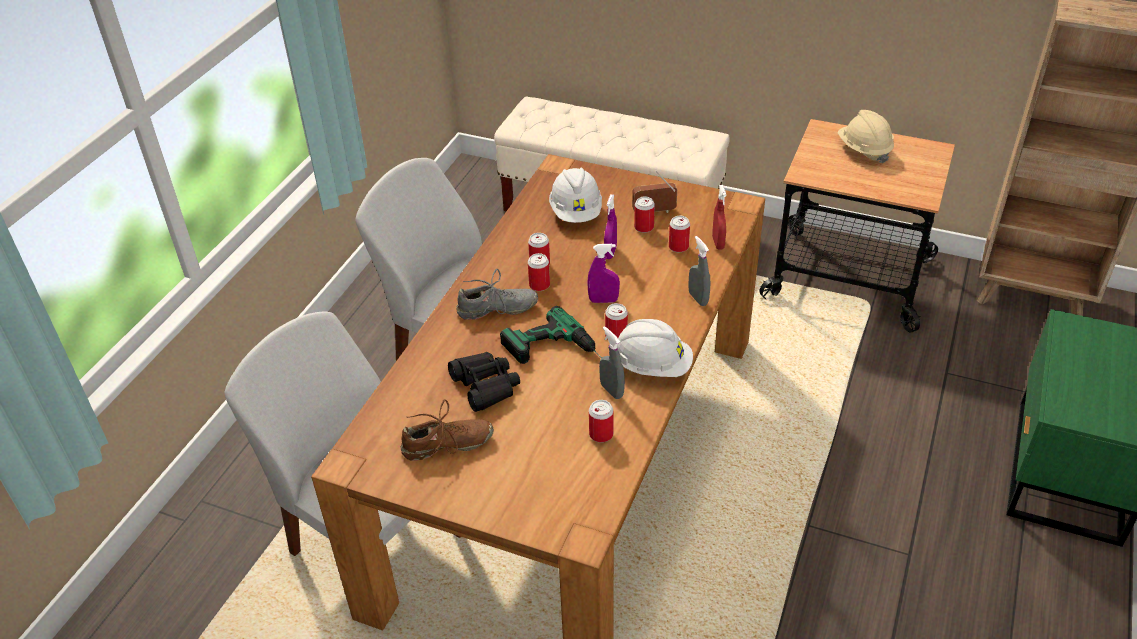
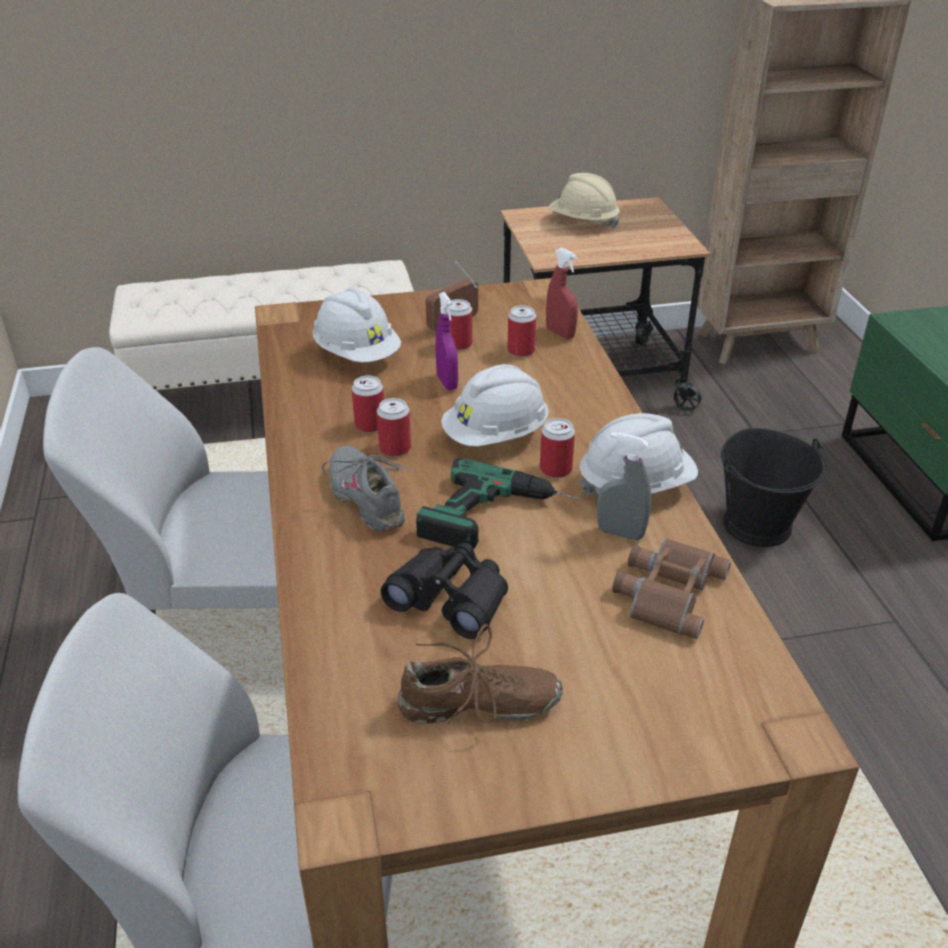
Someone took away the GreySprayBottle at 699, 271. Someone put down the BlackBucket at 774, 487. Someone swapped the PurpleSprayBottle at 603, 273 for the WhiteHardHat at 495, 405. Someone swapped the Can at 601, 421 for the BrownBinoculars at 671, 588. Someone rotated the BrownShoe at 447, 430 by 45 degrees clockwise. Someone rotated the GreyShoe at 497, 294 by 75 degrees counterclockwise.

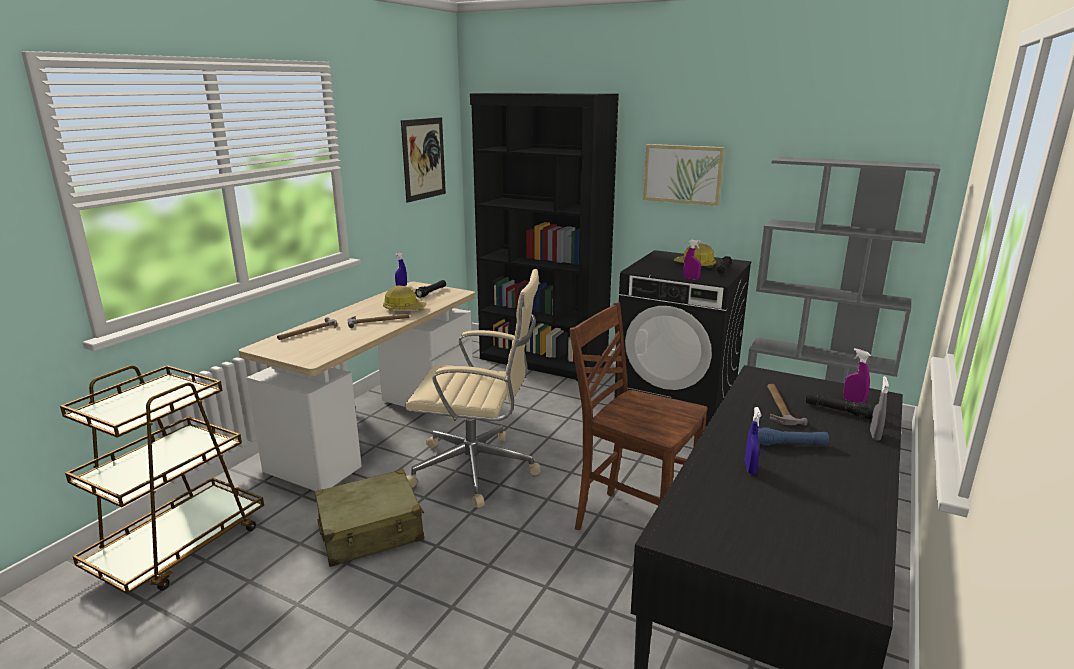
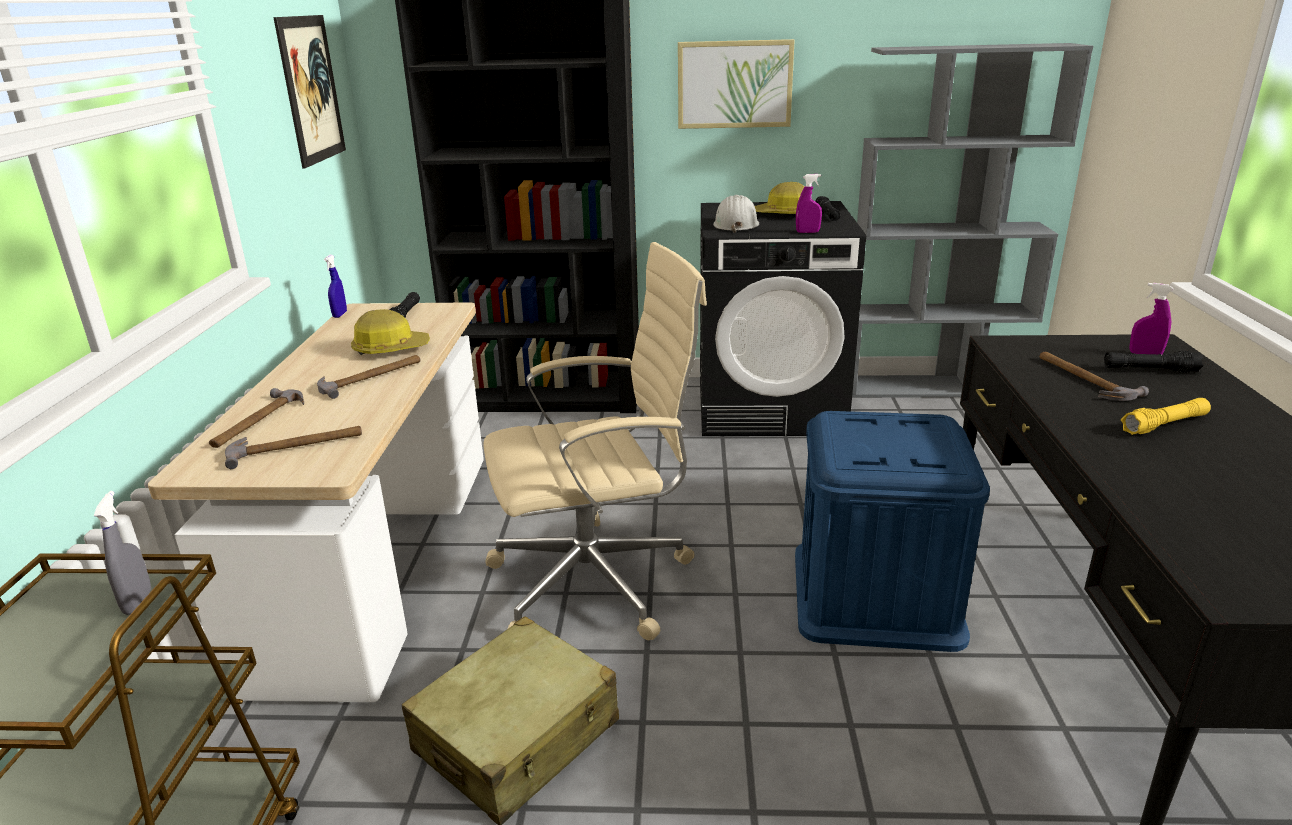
Someone took away the BlueSprayBottle at 753, 440. Someone put down the Hammer at 293, 447. Someone put down the WhiteHardHat at 736, 214. Someone carried the GreySprayBottle from 879, 408 to 122, 553. Someone swapped the BrownChair at 638, 416 for the BlueStorageBox at 892, 531. Someone repainted the BlueFlashlight at 793, 436, which became the YellowFlashlight at 1166, 416.

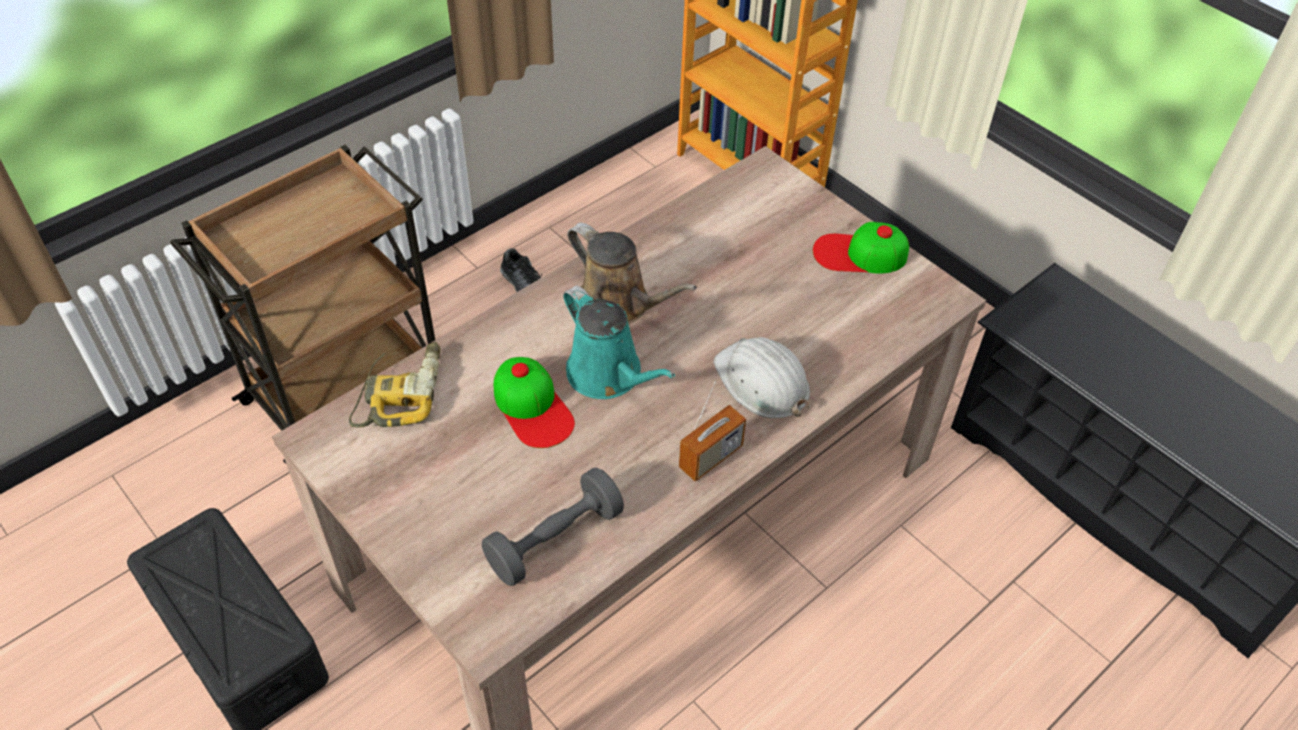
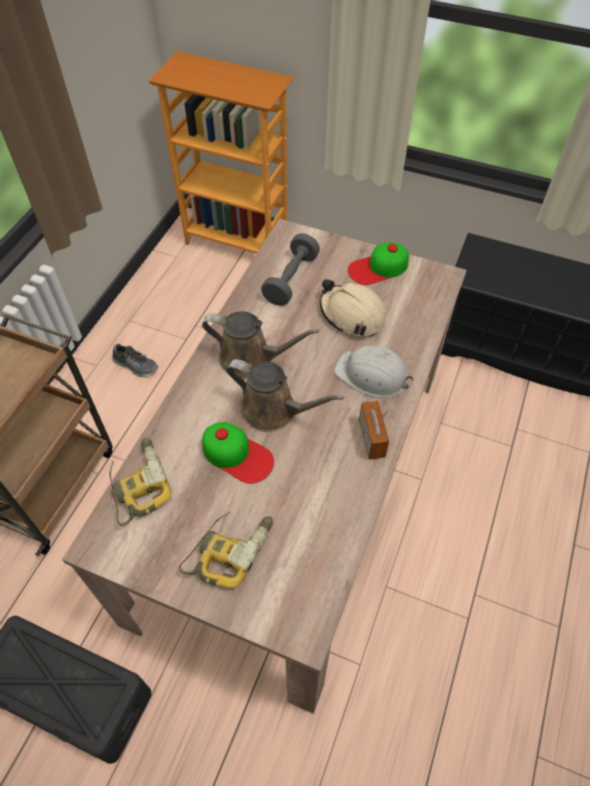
Someone put down the PowerDrill at 226, 549. Someone put down the BeigeHardHat at 353, 307. Someone carried the GreyDumbbell from 553, 526 to 290, 269. Someone repainted the TurquoiseWateringCan at 619, 342, which became the BrownWateringCan at 285, 395. Someone rotated the Radio at 712, 431 by 150 degrees clockwise.

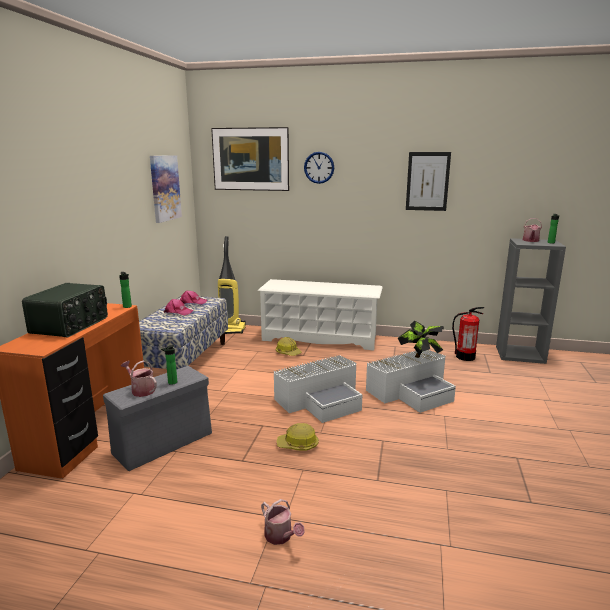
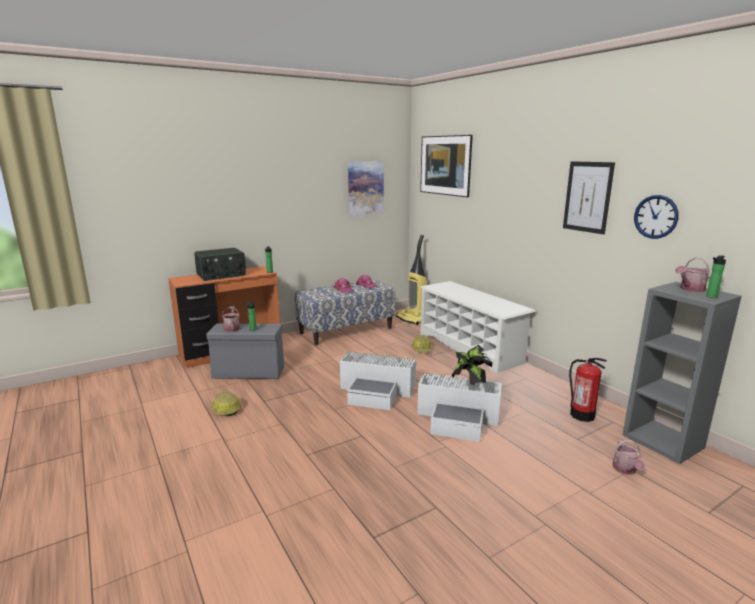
Someone carried the WateringCan from 283, 522 to 629, 457. Someone carried the HardHat from 298, 436 to 225, 404. Someone carried the WallClock from 319, 168 to 656, 217.

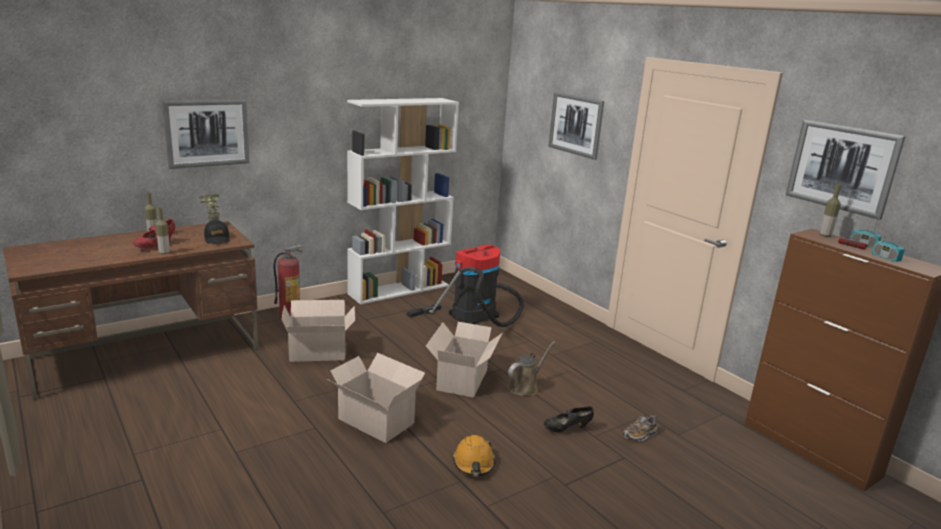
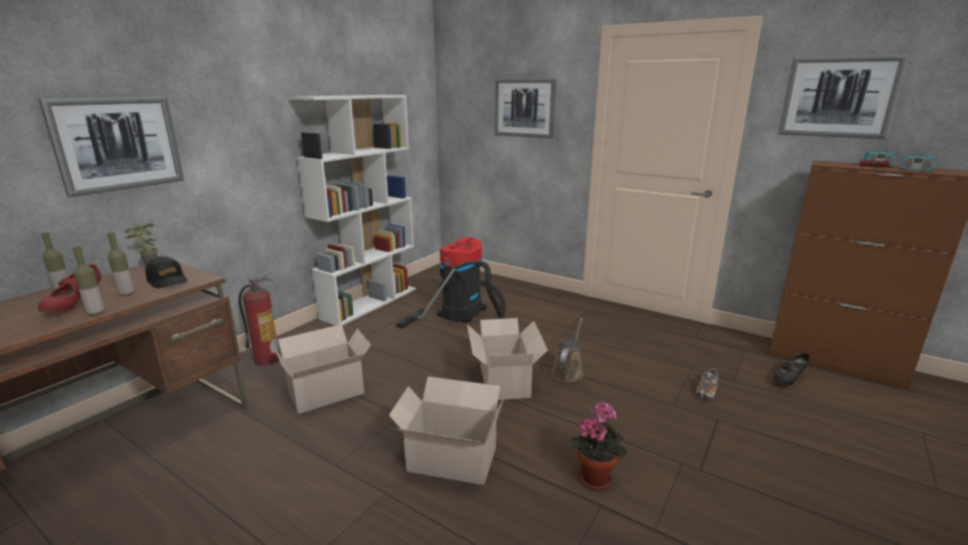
Someone carried the BlackShoe from 569, 419 to 792, 369. Someone carried the Bottle from 830, 210 to 120, 264. Someone swapped the OrangeHardHat at 474, 455 for the PottedPlant at 598, 446.

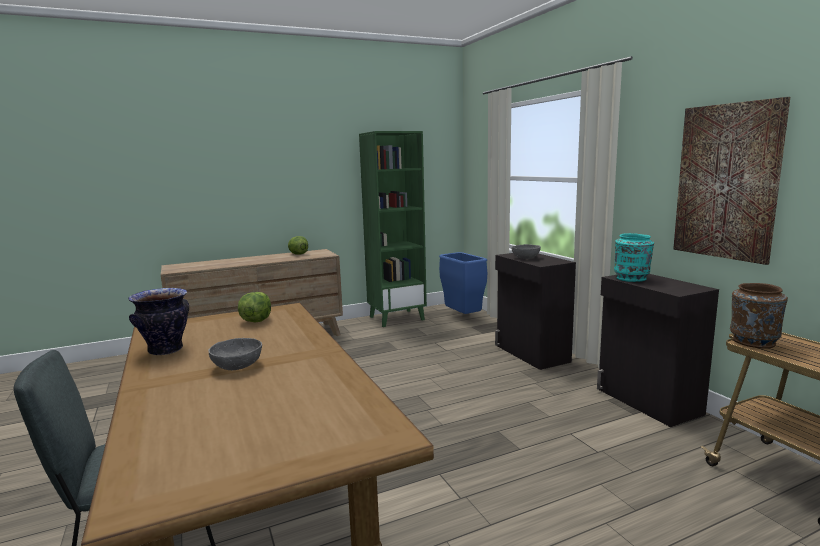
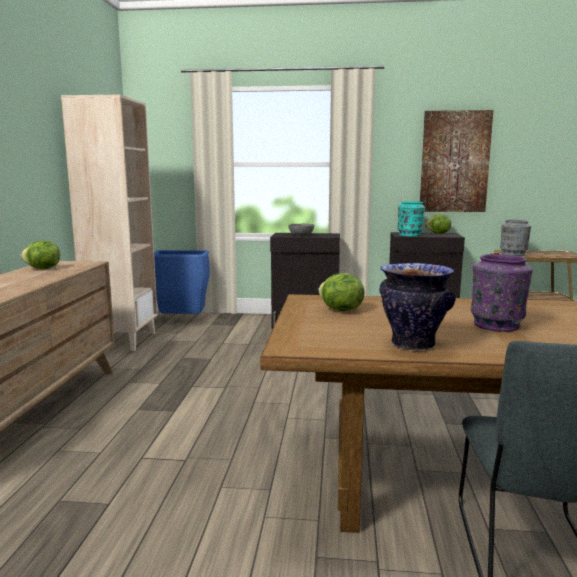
Someone put down the Lettuce at 438, 224. Someone swapped the GreyBowl at 235, 354 for the PurpleVase at 502, 293. Someone repainted the GreenBookcase at 393, 229, which became the BeigeBookcase at 109, 222. Someone repainted the BrownVase at 759, 316, which became the GreyVase at 515, 237.

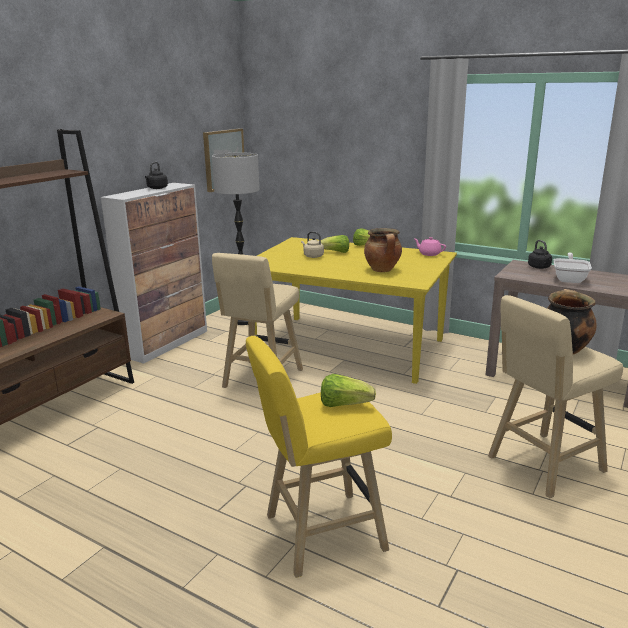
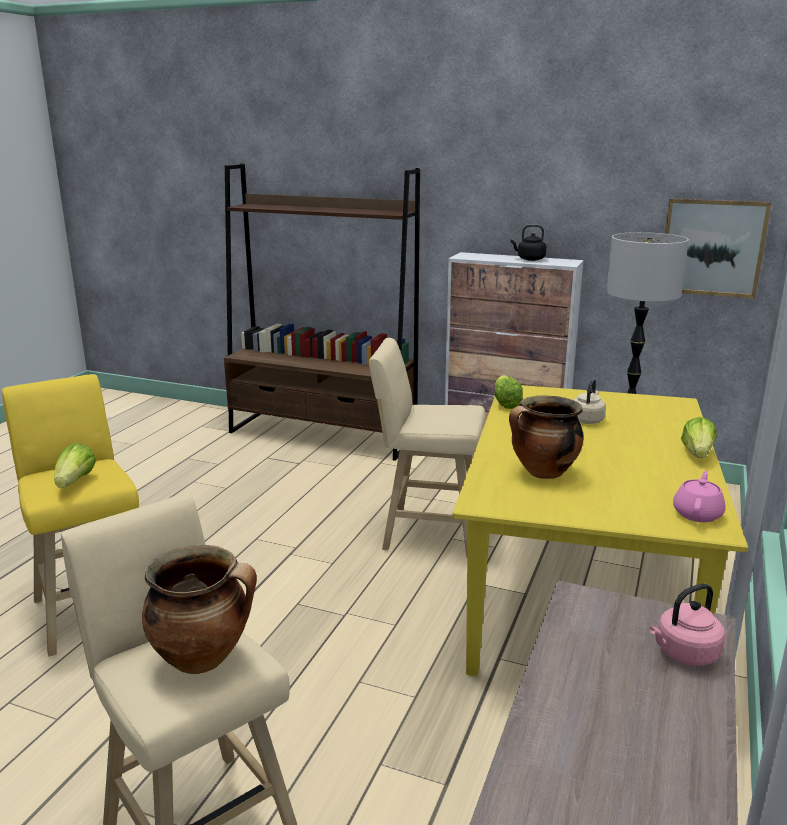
Someone took away the FryingPan at 573, 268. Someone carried the Lettuce from 335, 244 to 509, 392. Someone repainted the BlackKettle at 540, 254, which became the PinkKettle at 687, 624.

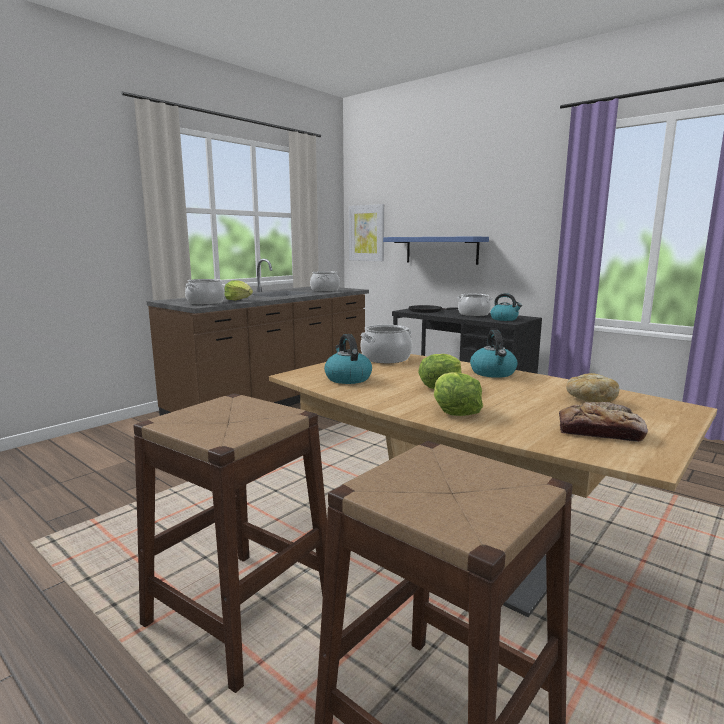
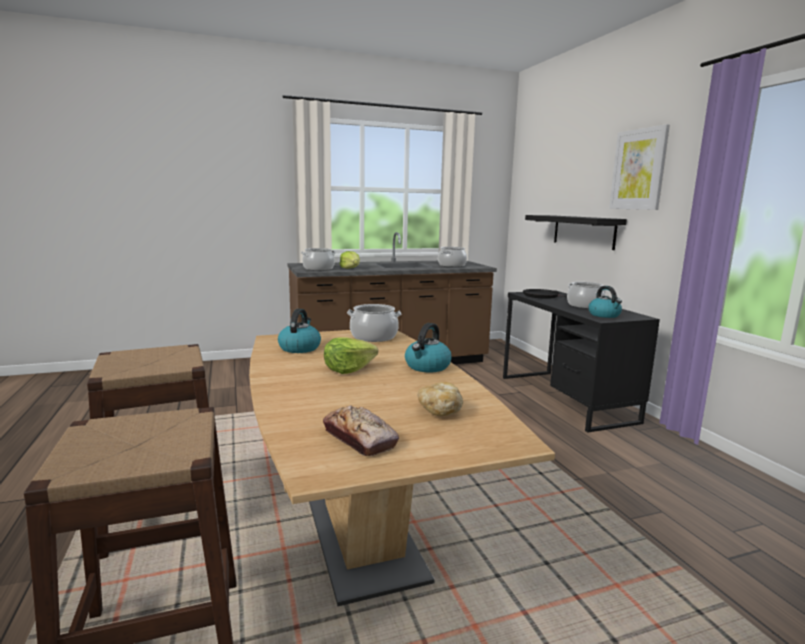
Someone took away the Lettuce at 458, 394. Someone carried the Picture from 366, 232 to 639, 167. Someone repainted the BlueShelf at 436, 250, which became the BlackShelf at 576, 232.

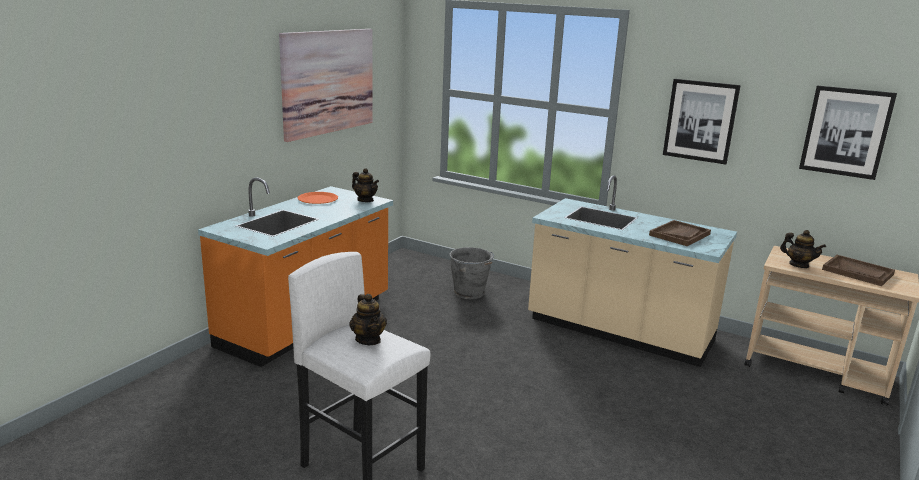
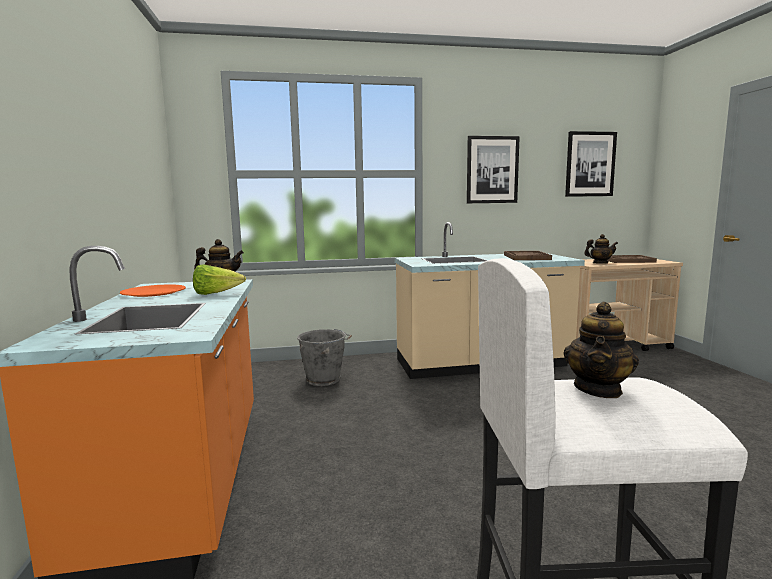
Someone took away the Picture at 326, 85. Someone put down the Lettuce at 219, 279. Someone rotated the Teapot at 368, 319 by 90 degrees clockwise.

